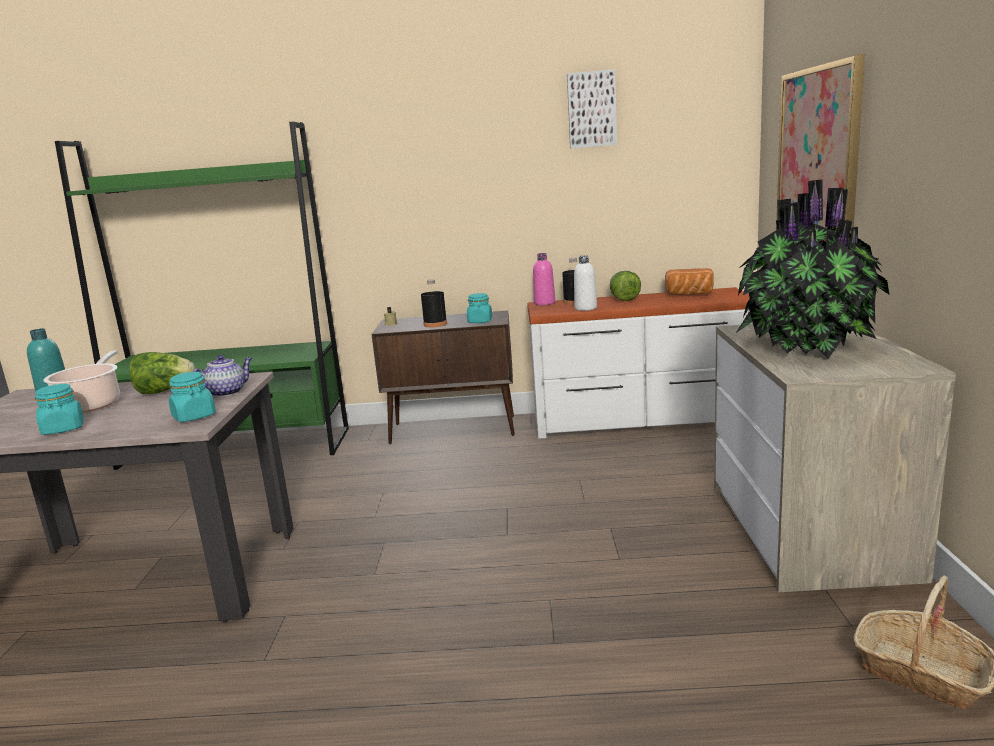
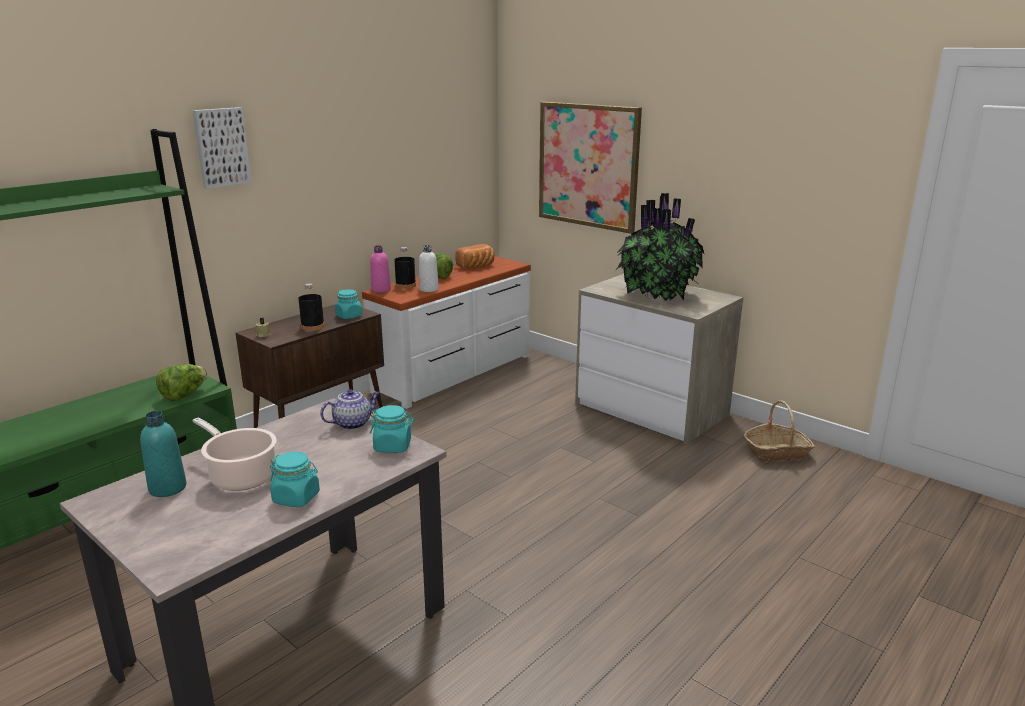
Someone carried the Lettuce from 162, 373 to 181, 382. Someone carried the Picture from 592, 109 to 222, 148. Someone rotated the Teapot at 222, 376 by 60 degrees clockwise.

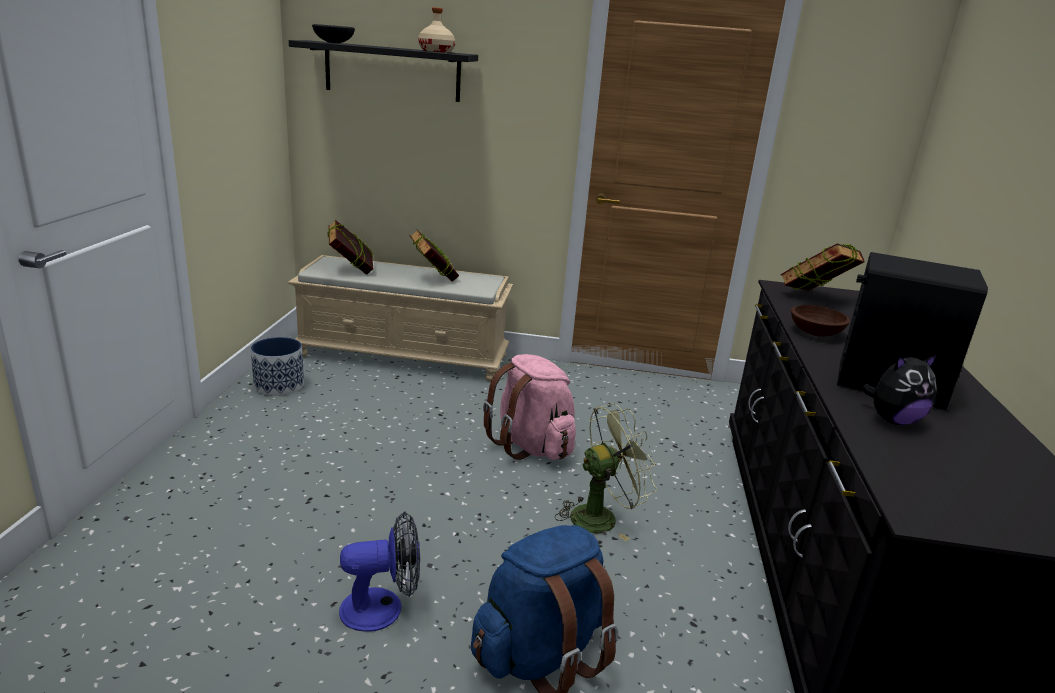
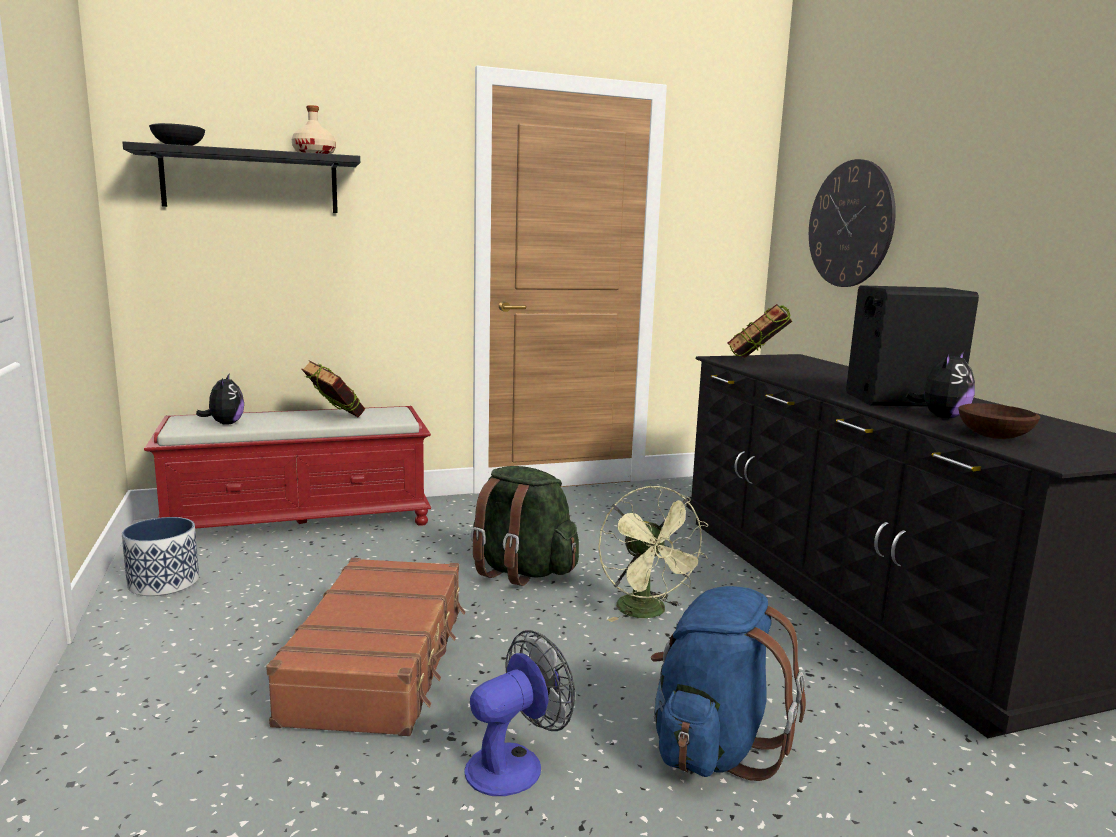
Someone put down the BrownSuitcase at 365, 647. Someone put up the WallClock at 852, 223. Someone carried the BrownBowl from 820, 321 to 999, 421. Someone swapped the Book at 350, 247 for the PlushToy at 220, 399. Someone repainted the BeigeBench at 400, 318, which became the RedBench at 287, 467. Someone repainted the PinkBackpack at 529, 407, which became the GreenBackpack at 525, 526. Someone rotated the GreenFan at 606, 472 by 120 degrees clockwise.

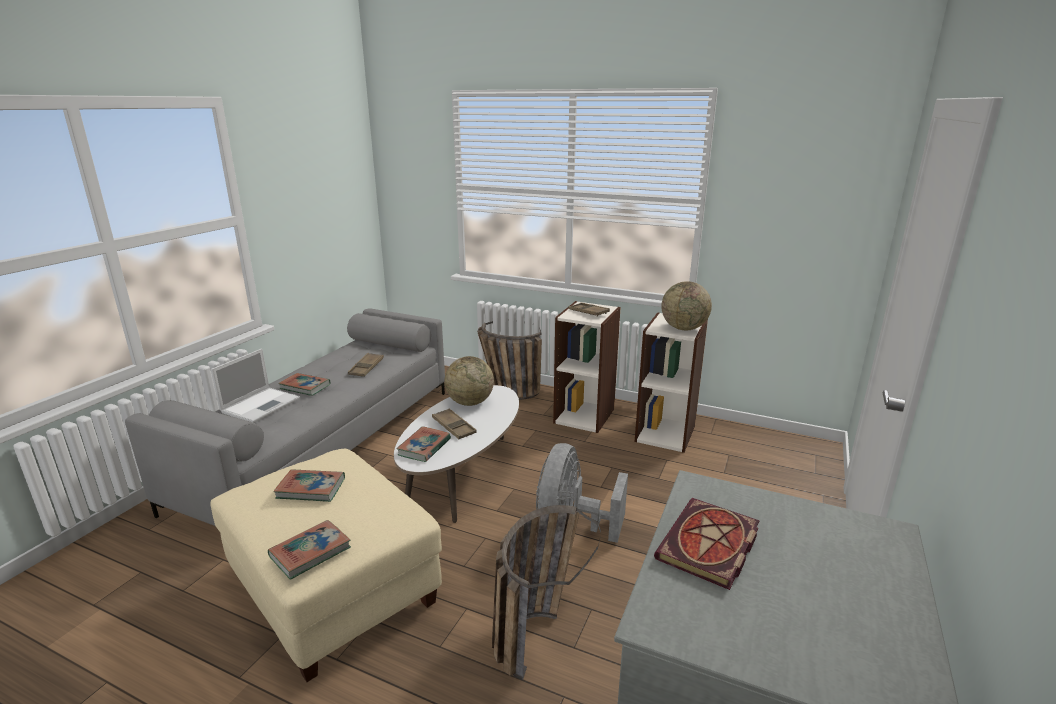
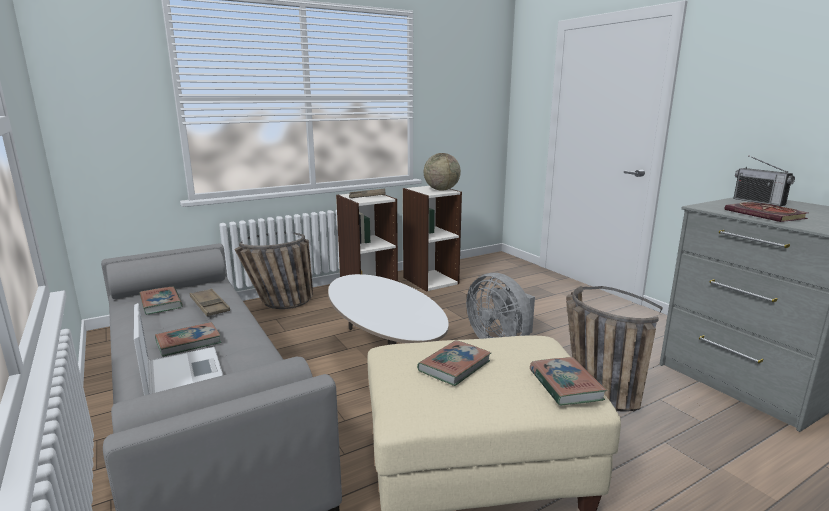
Someone took away the BrownTray at 454, 423. Someone took away the Globe at 469, 381. Someone put down the Radio at 764, 181. Someone carried the Book from 423, 444 to 161, 301.

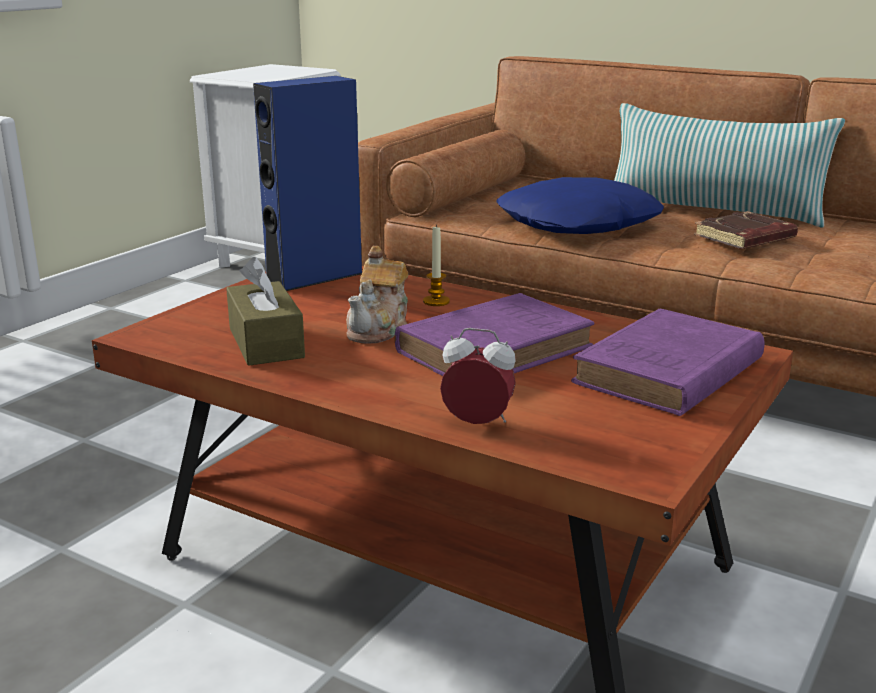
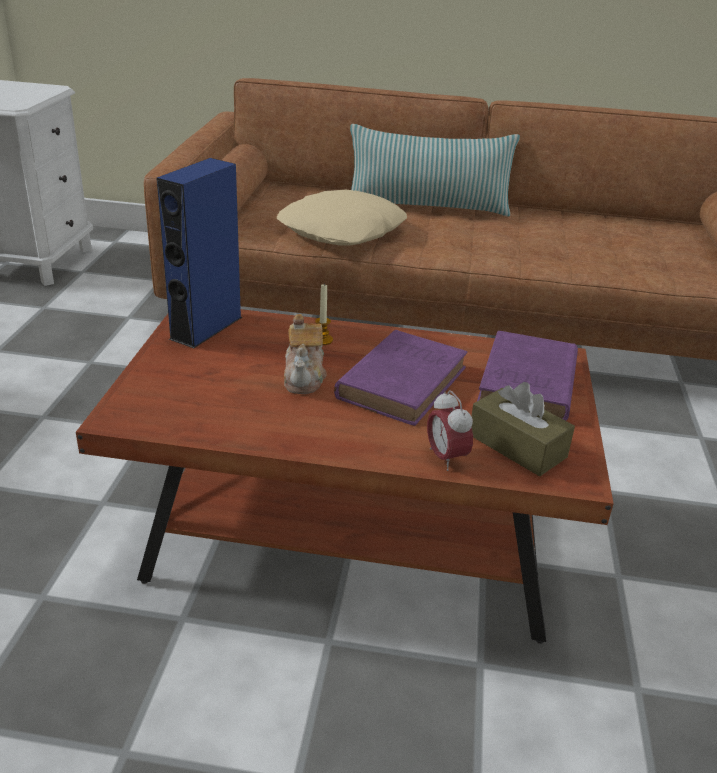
Someone took away the BrownBook at 746, 230. Someone carried the BrownTissueBox from 265, 311 to 523, 429. Someone repainted the BluePillow at 580, 205, which became the BeigePillow at 342, 217. Someone rotated the AlarmClock at 478, 376 by 105 degrees counterclockwise.

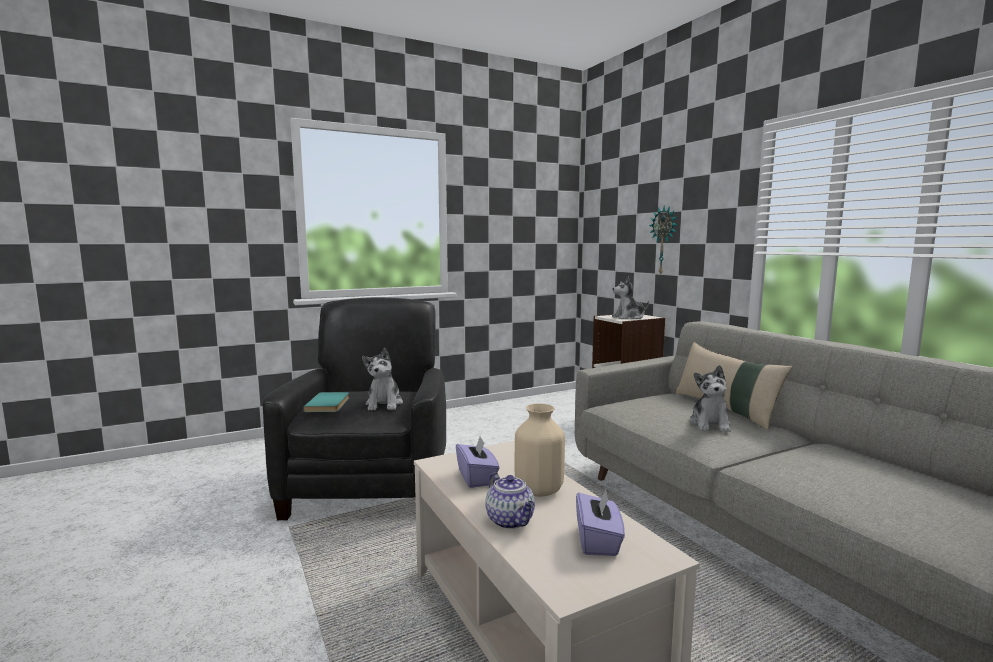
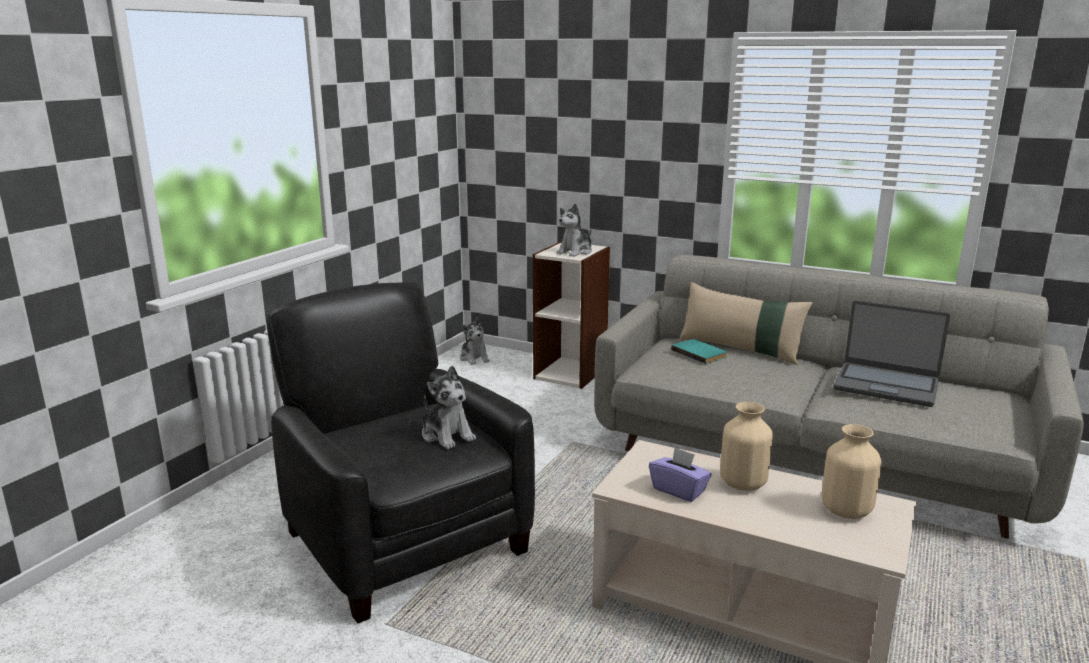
Someone took away the Teapot at 510, 500. Someone took away the WallClock at 663, 241. Someone put down the Laptop at 891, 354. Someone carried the TurquoiseBook from 326, 402 to 699, 351. Someone carried the PlushToy from 710, 398 to 475, 341. Someone swapped the PurpleTissueBox at 600, 522 for the BeigeVase at 851, 471.

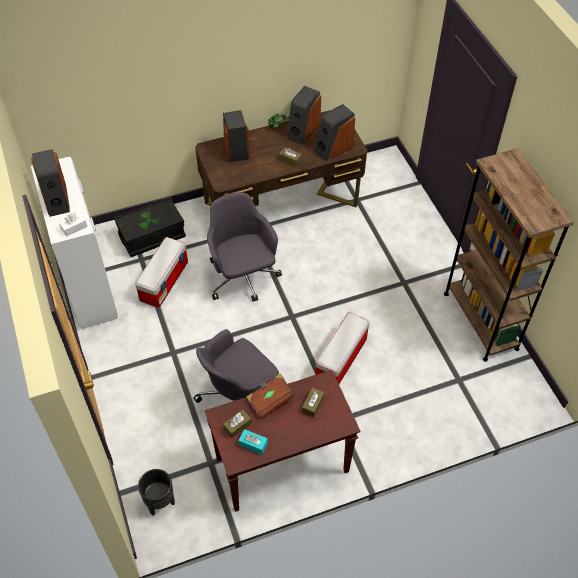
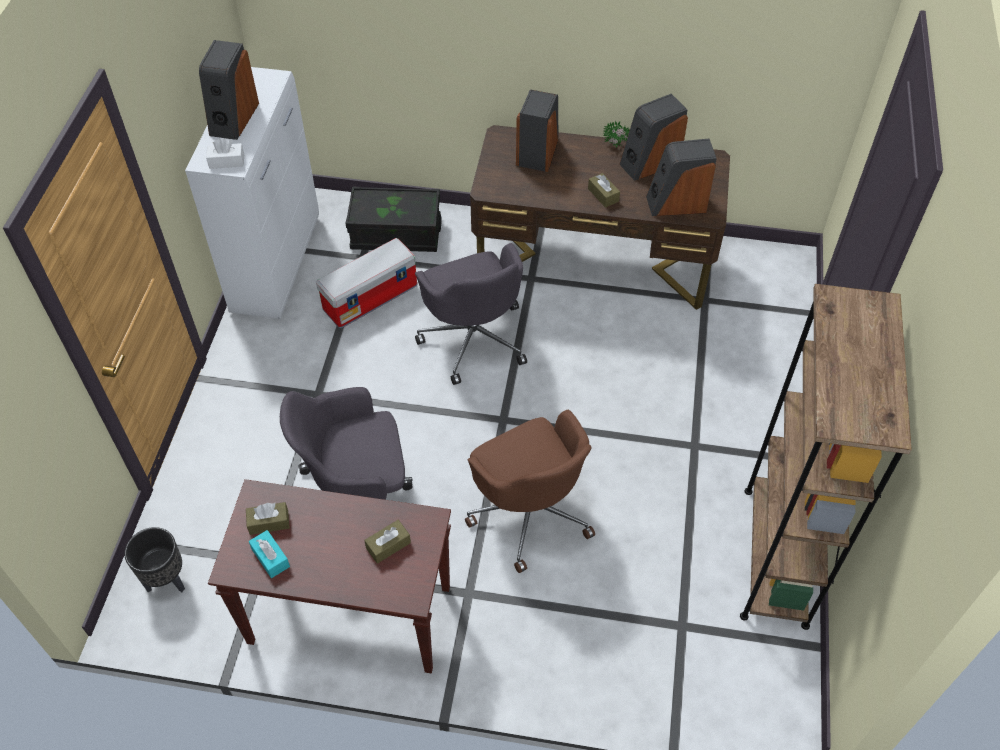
Someone took away the BrownBook at 270, 396. Someone swapped the StorageBox at 342, 348 for the BrownOfficeChair at 530, 491. Someone rotated the GreyOfficeChair at 244, 246 by 150 degrees clockwise.

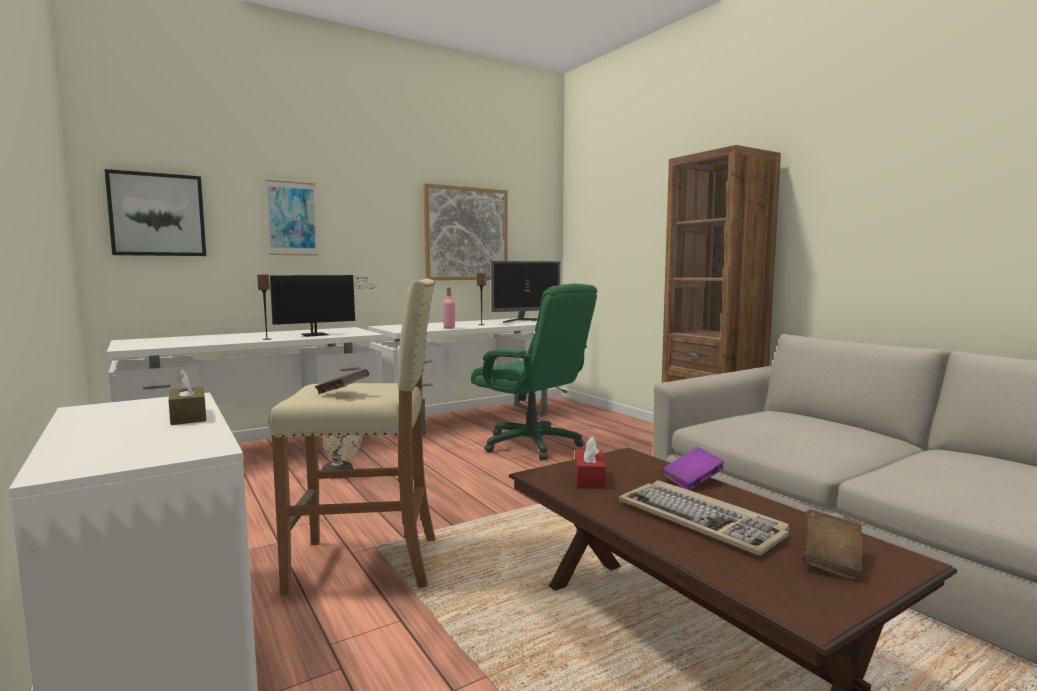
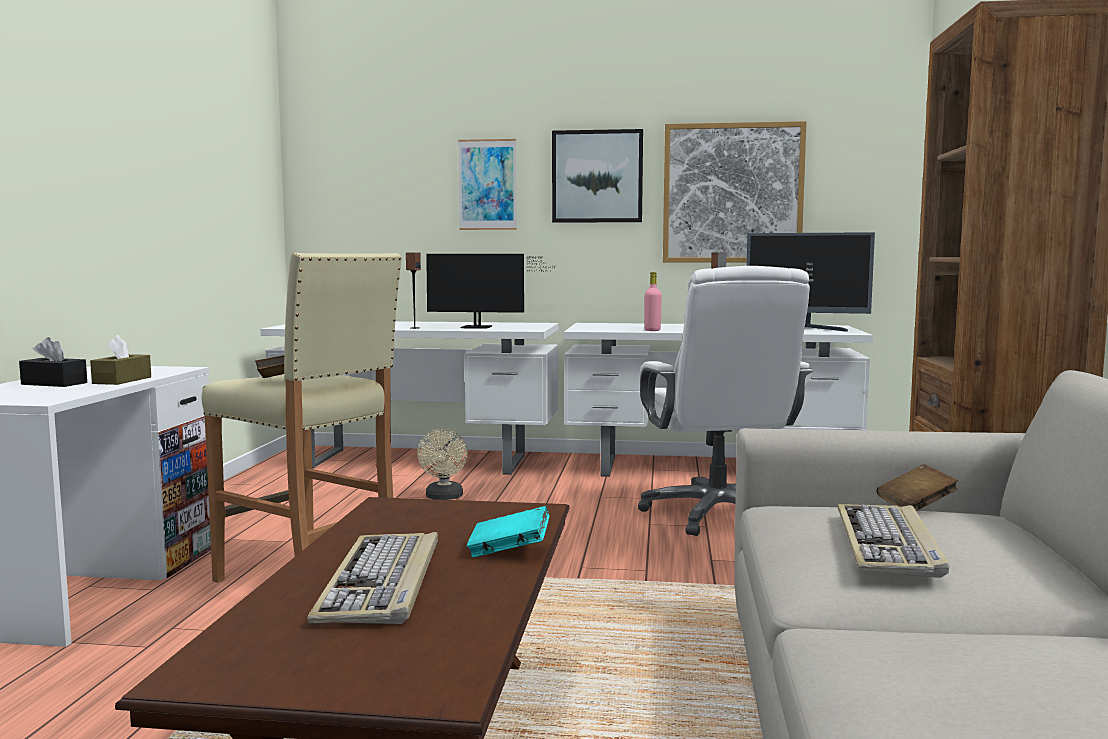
Someone took away the RedTissueBox at 590, 463. Someone put down the BlackTissueBox at 53, 362. Someone put down the Keyboard at 894, 541. Someone carried the Picture from 155, 212 to 597, 176. Someone carried the BrownBook from 833, 545 to 917, 487. Someone repainted the GreenOfficeChair at 534, 371, which became the WhiteOfficeChair at 725, 401. Someone repainted the PurpleBook at 693, 468, which became the TurquoiseBook at 508, 531.

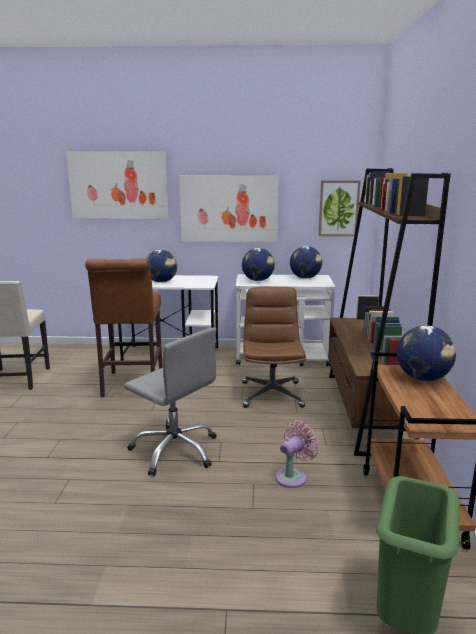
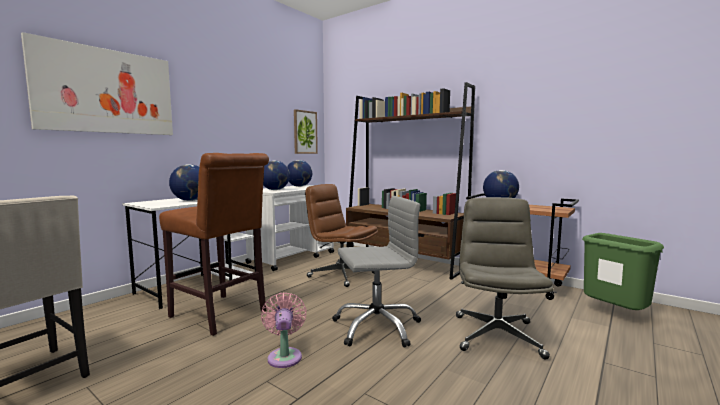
Someone took away the Picture at 229, 208. Someone put down the GreyOfficeChair at 504, 278. Someone carried the PinkFan from 297, 454 to 284, 330.

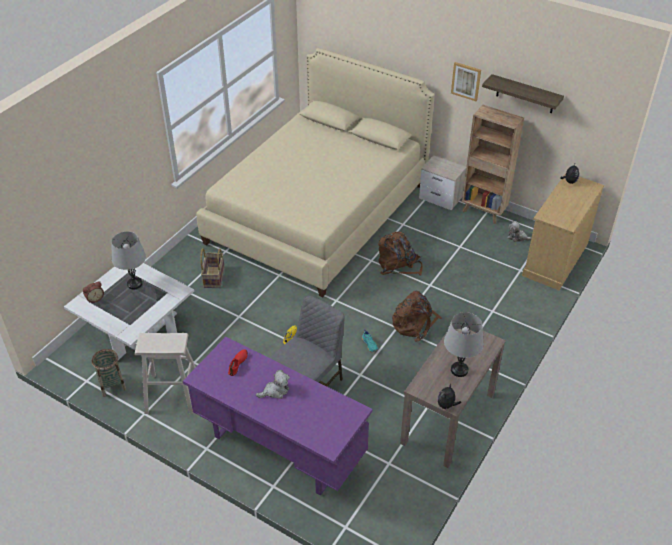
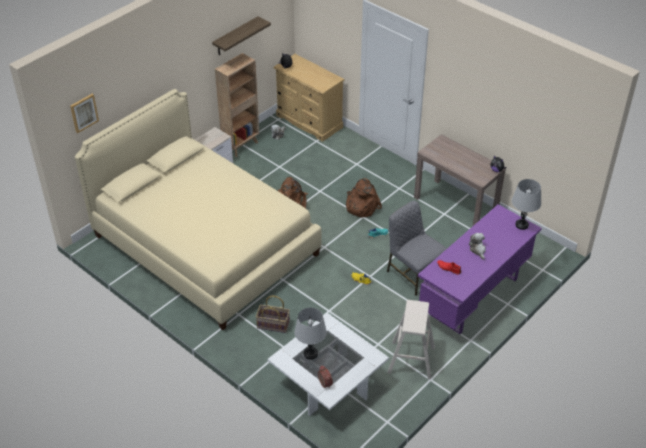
Someone took away the Basket at 109, 373. Someone carried the GreyTableLamp from 464, 344 to 526, 204. Someone carried the Picture from 466, 81 to 84, 113.

